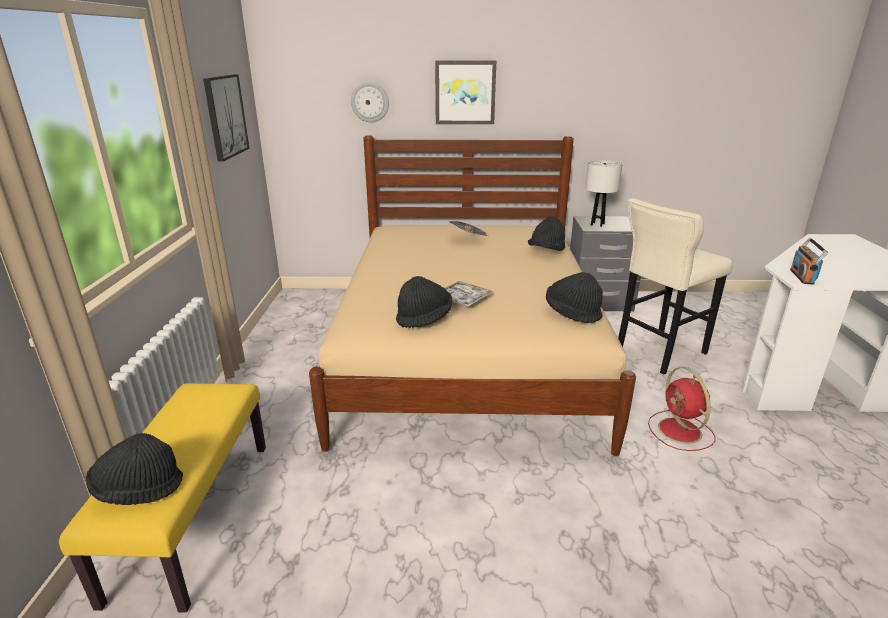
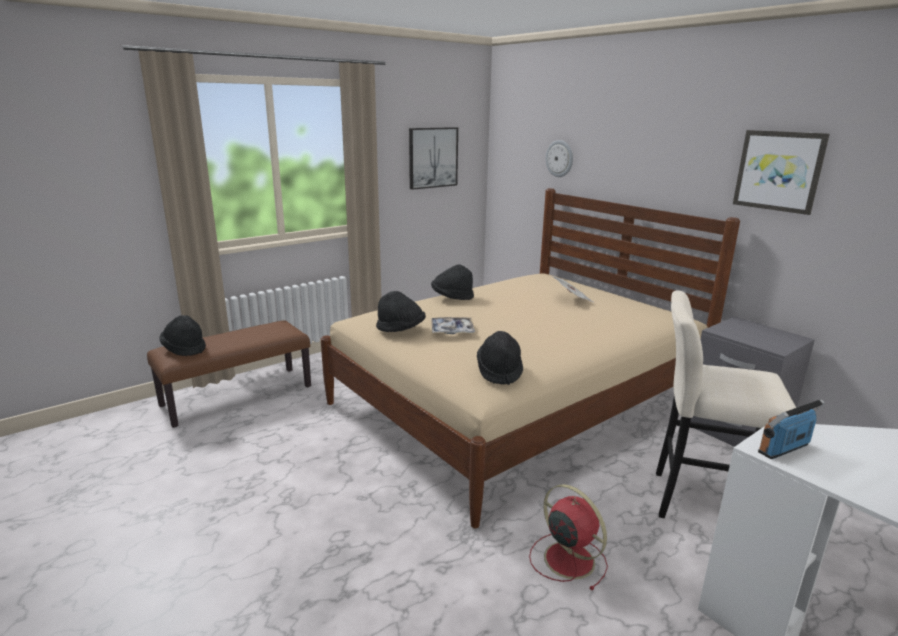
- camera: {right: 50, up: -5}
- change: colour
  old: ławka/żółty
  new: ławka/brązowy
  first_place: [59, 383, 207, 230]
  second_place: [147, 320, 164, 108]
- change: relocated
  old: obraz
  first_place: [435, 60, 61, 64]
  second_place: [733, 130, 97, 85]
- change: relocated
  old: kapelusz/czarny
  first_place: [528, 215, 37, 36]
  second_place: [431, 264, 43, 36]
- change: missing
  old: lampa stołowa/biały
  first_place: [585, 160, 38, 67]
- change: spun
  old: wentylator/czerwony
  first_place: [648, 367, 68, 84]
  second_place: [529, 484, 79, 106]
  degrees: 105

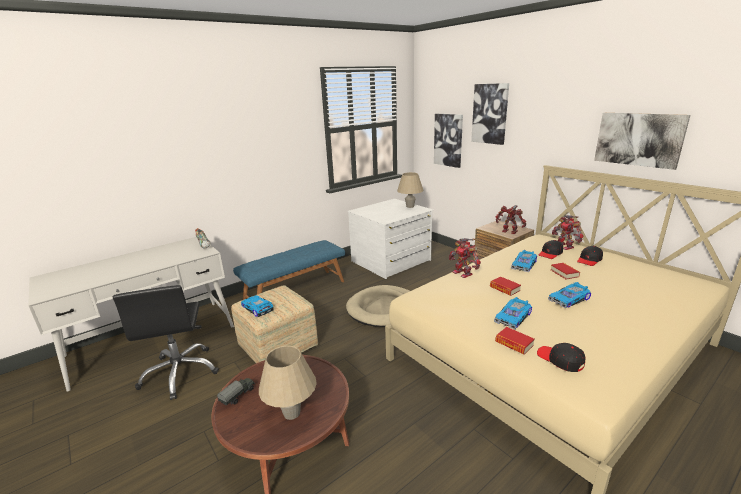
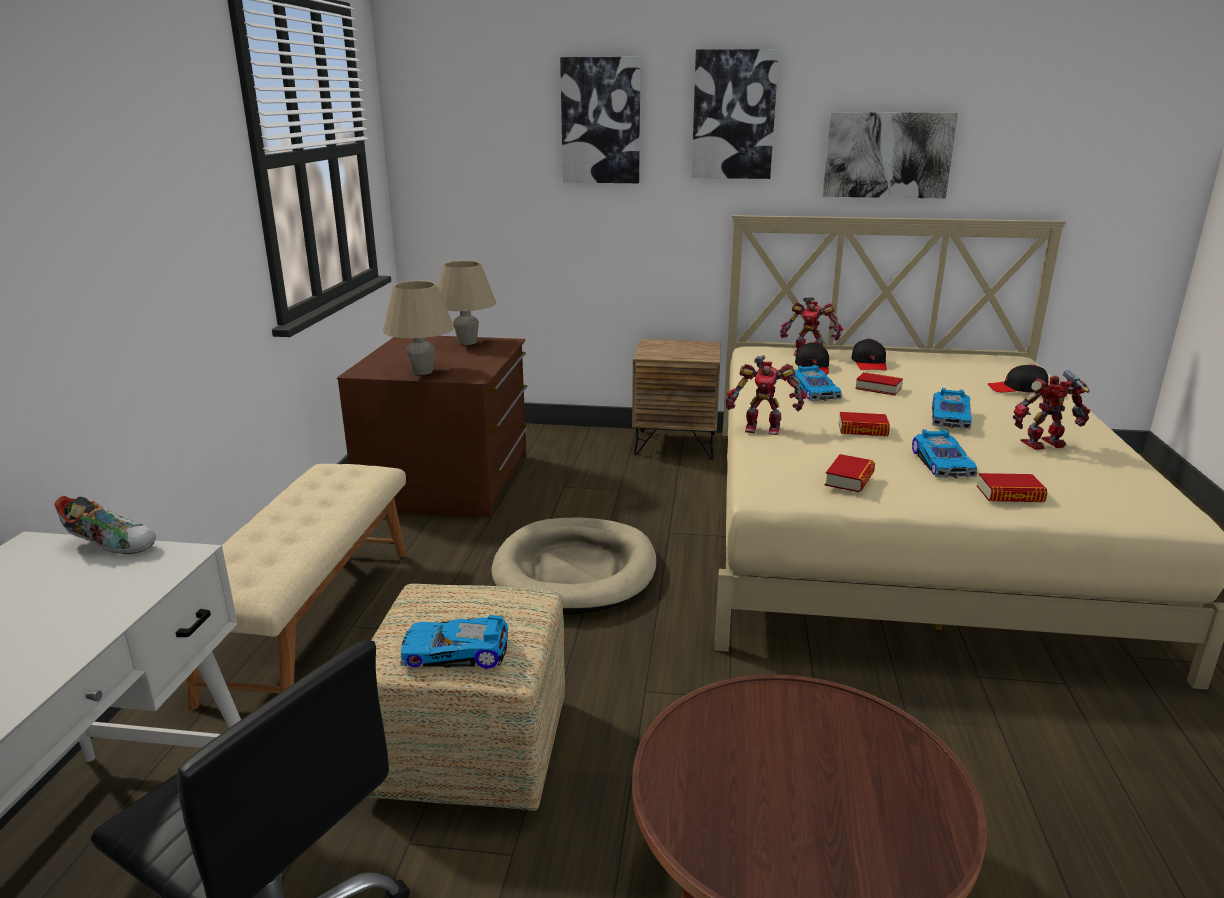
- camera: {right: -45, up: 0}
- change: missing
  old: ciężarówka zabawkowa
  first_place: [217, 378, 38, 27]
- change: colour
  old: ławka/niebieski
  new: ławka/beżowy
  first_place: [233, 240, 112, 60]
  second_place: [186, 464, 220, 246]
- change: relocated
  old: lampa stołowa/beżowy
  first_place: [259, 346, 58, 74]
  second_place: [383, 281, 71, 94]
- change: colour
  old: komoda/biały
  new: komoda/brązowy
  first_place: [348, 199, 86, 80]
  second_place: [337, 336, 192, 182]
- change: relocated
  old: obraz
  first_place: [434, 114, 29, 54]
  second_place: [692, 49, 87, 130]
- change: relocated
  old: robot zabawkowy
  first_place: [495, 205, 31, 29]
  second_place: [1013, 371, 77, 79]
- change: relocated
  old: czapka z daszkiem/czarny
  first_place: [537, 343, 48, 29]
  second_place: [988, 365, 61, 28]
- change: appeared
  new: książka
  second_place: [825, 454, 50, 38]

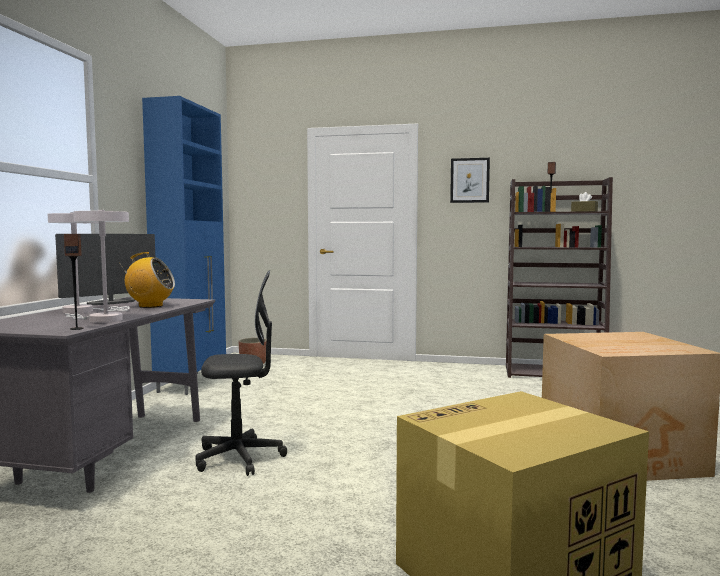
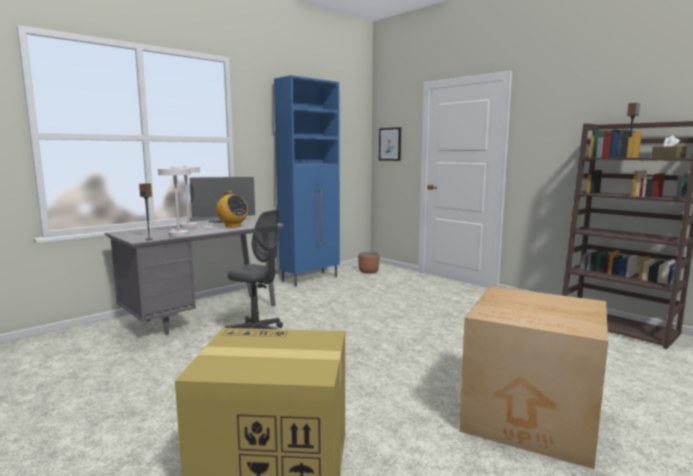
- camera: {right: 35, up: 5}
- change: relocated
  old: obraz
  first_place: [450, 158, 40, 45]
  second_place: [379, 127, 22, 34]

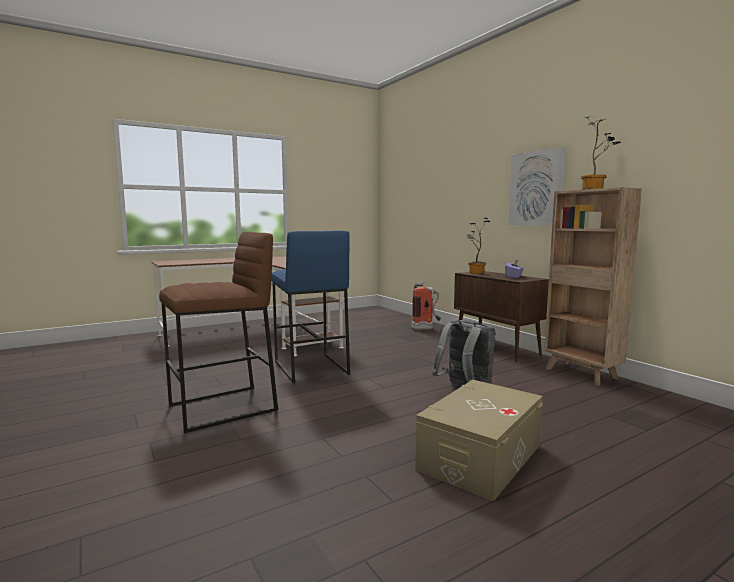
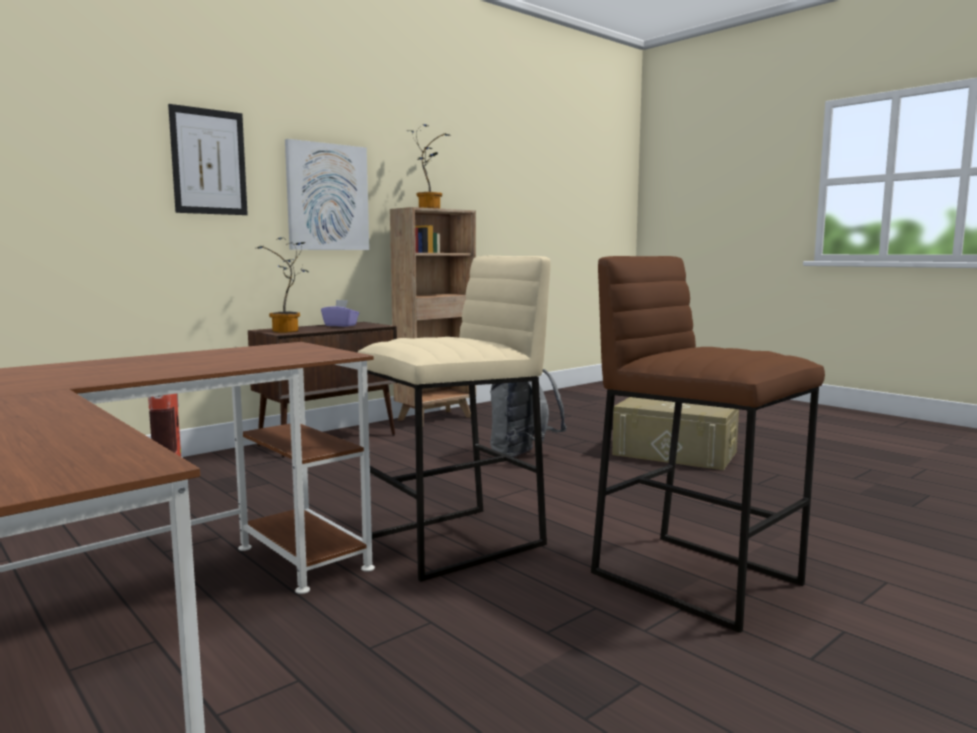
- camera: {right: -100, up: 0}
- change: colour
  old: stołek/niebieski
  new: stołek/beżowy
  first_place: [271, 231, 79, 152]
  second_place: [358, 256, 193, 326]
- change: appeared
  new: obraz
  second_place: [168, 104, 80, 111]

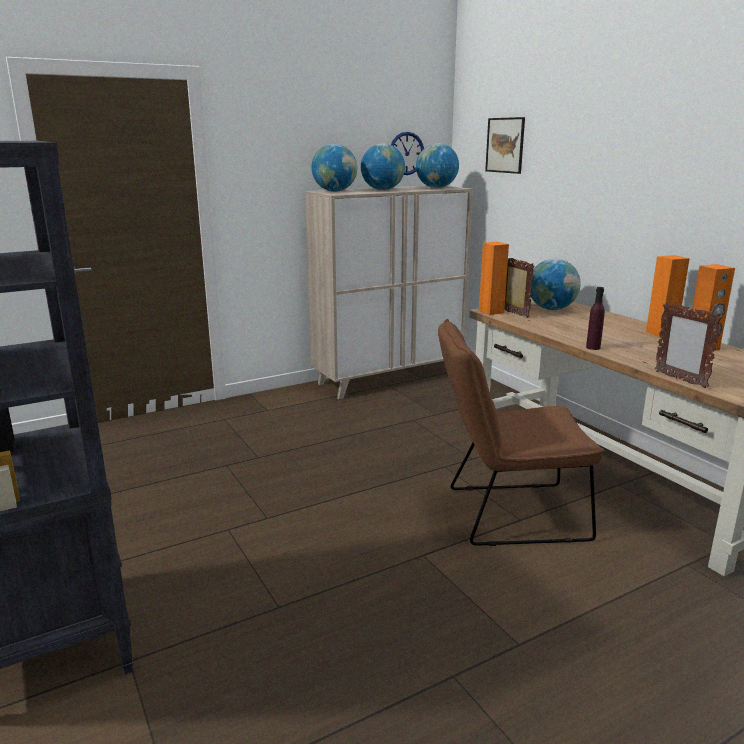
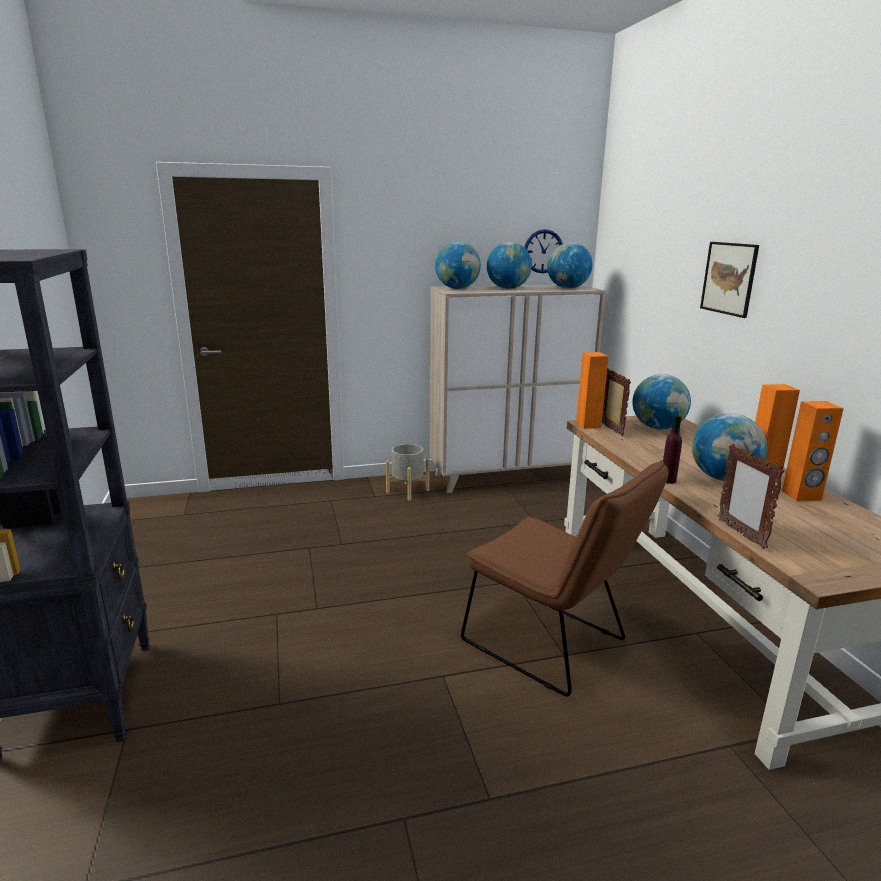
- camera: {right: 15, up: 0}
- change: spun
  old: krzesło/brązowy
  first_place: [438, 319, 166, 227]
  second_place: [461, 460, 208, 236]
  degrees: -150
- change: relocated
  old: obraz
  first_place: [485, 117, 40, 57]
  second_place: [700, 242, 59, 76]
- change: appeared
  new: donica/szary
  second_place: [386, 444, 43, 57]
- change: appeared
  new: globus
  second_place: [692, 413, 75, 68]

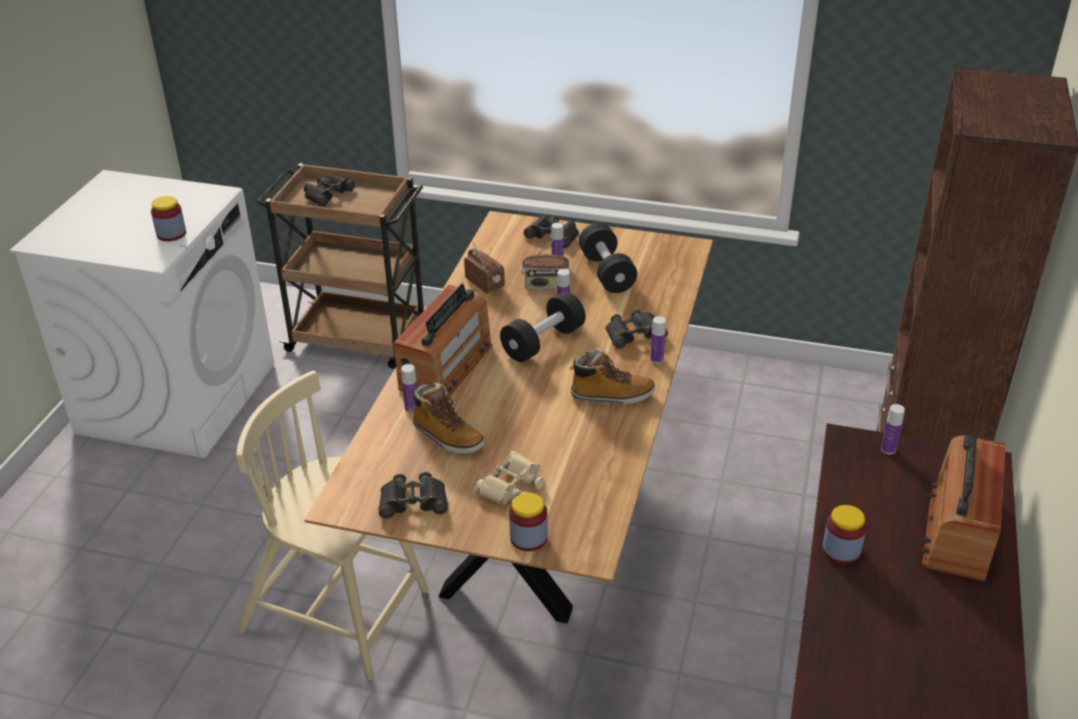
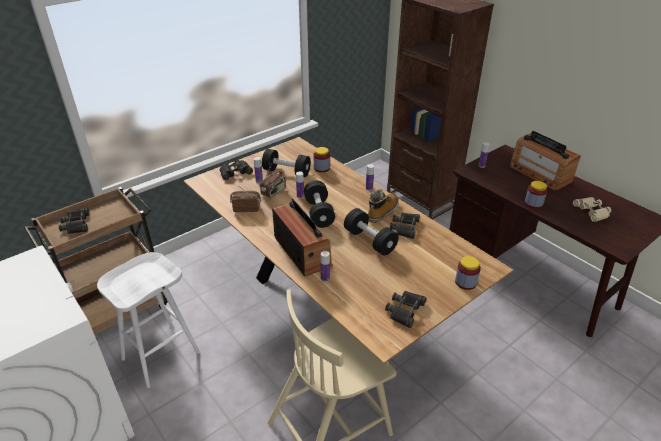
- camera: {right: -55, up: 0}
- change: relocated
  old: słoik
  first_place: [151, 196, 35, 45]
  second_place: [314, 147, 16, 26]
- change: missing
  old: but z cholewką
  first_place: [412, 383, 73, 71]
- change: relocated
  old: lornetka/beżowy
  first_place: [474, 451, 70, 54]
  second_place: [573, 197, 38, 25]
- change: relocated
  old: lornetka/czarny
  first_place: [605, 310, 63, 39]
  second_place: [390, 212, 30, 27]
- change: appeared
  new: stołek/biały
  second_place: [97, 252, 103, 136]
- change: appeared
  new: hantel/czarny
  second_place: [344, 208, 55, 47]

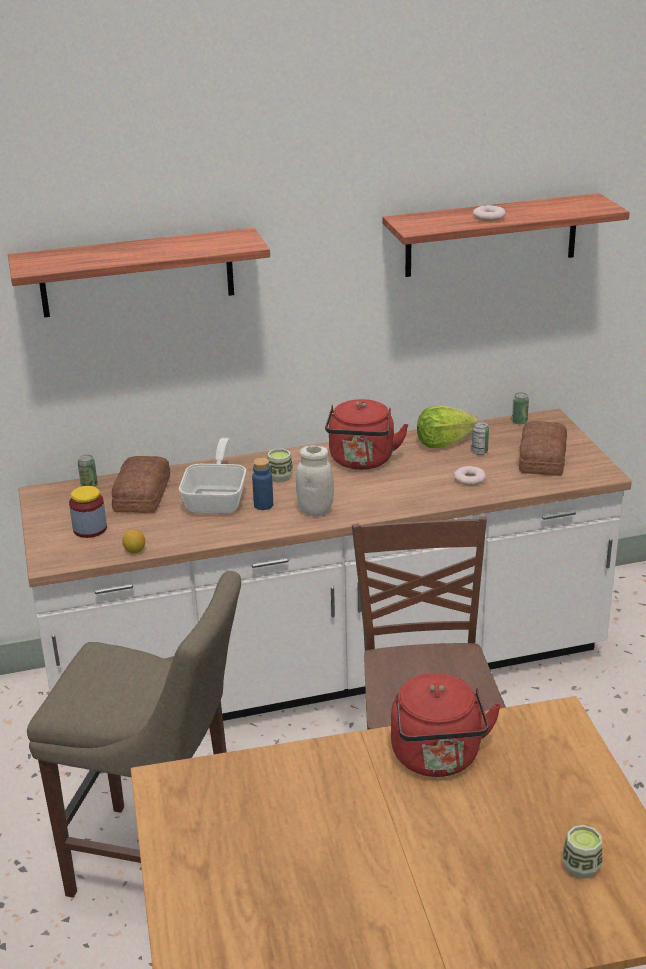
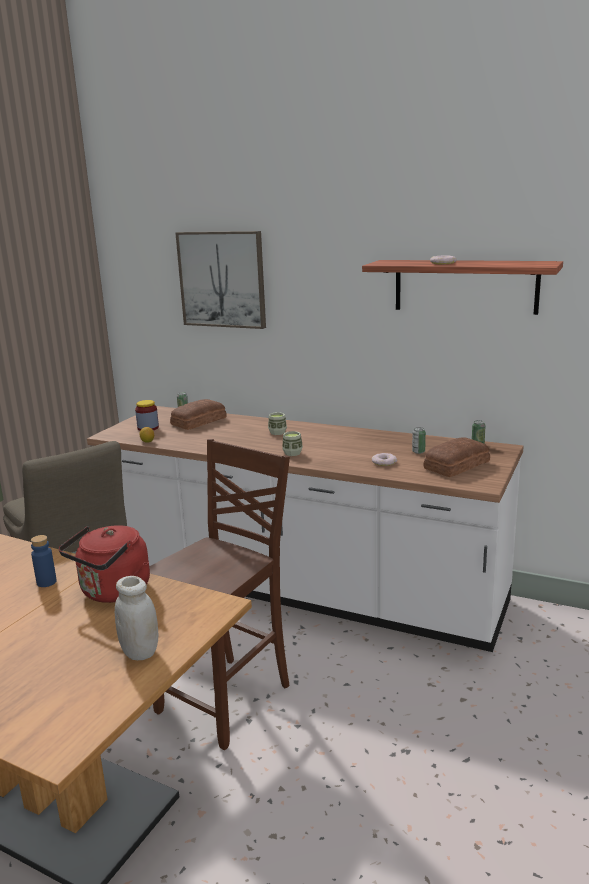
- camera: {right: 40, up: -10}
- change: exchanged
  old: półka
  new: obraz
  first_place: [8, 228, 262, 90]
  second_place: [175, 231, 91, 98]
- change: missing
  old: patelnia
  first_place: [179, 438, 67, 76]
- change: relocated
  old: butelka/niebieski
  first_place: [252, 458, 21, 52]
  second_place: [31, 535, 26, 52]
- change: relocated
  old: słoik/biały
  first_place: [296, 445, 38, 71]
  second_place: [115, 576, 43, 84]
- change: missing
  old: czajnik/czerwony
  first_place: [325, 399, 84, 71]
- change: missing
  old: sałata
  first_place: [417, 406, 61, 42]
- change: relocated
  old: filiżanka
  first_place: [562, 825, 40, 54]
  second_place: [282, 431, 21, 25]

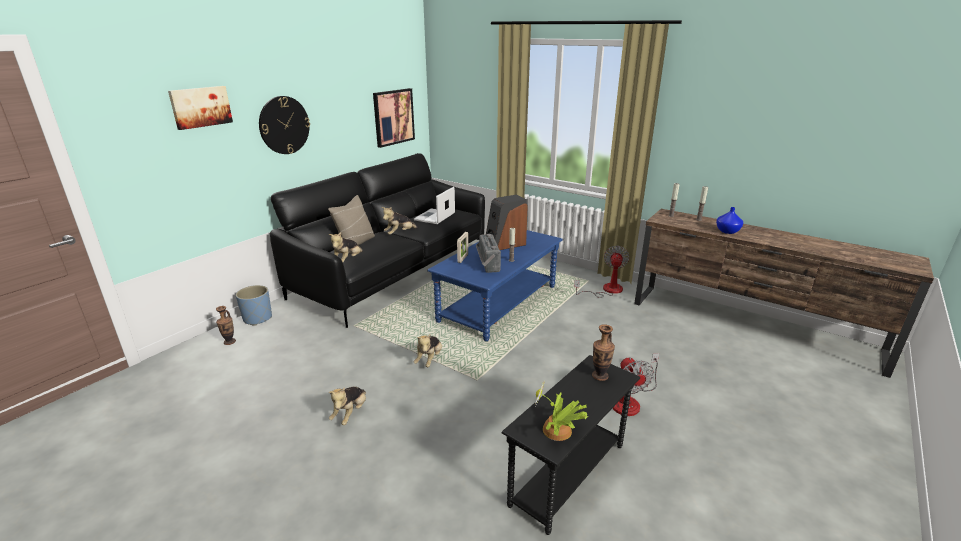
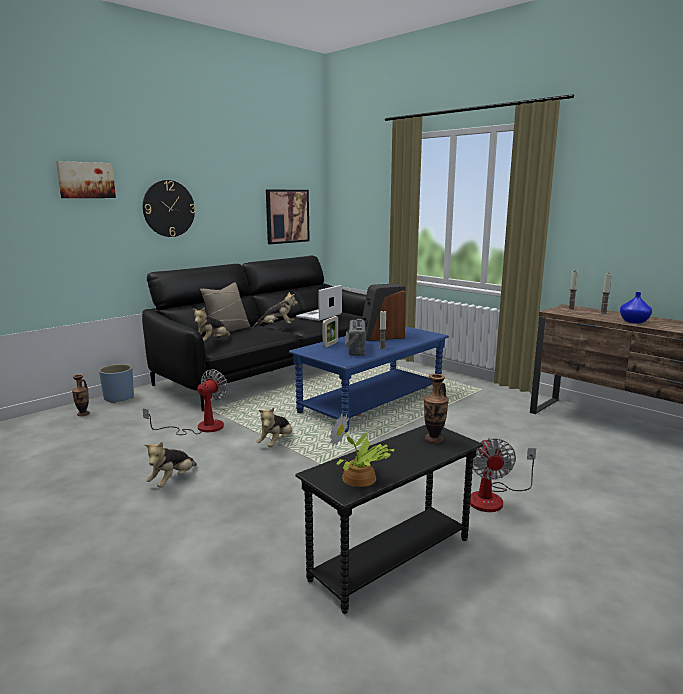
- camera: {right: 10, up: -10}
- change: spun
  old: pluszak
  first_place: [382, 207, 36, 28]
  second_place: [253, 292, 45, 35]
  degrees: -150
- change: relocated
  old: wentylator
  first_place: [574, 246, 56, 52]
  second_place: [143, 369, 85, 66]

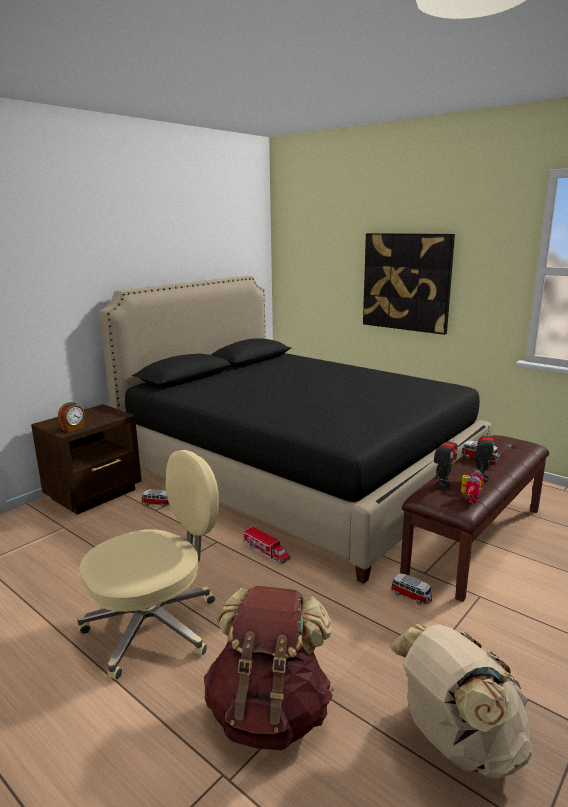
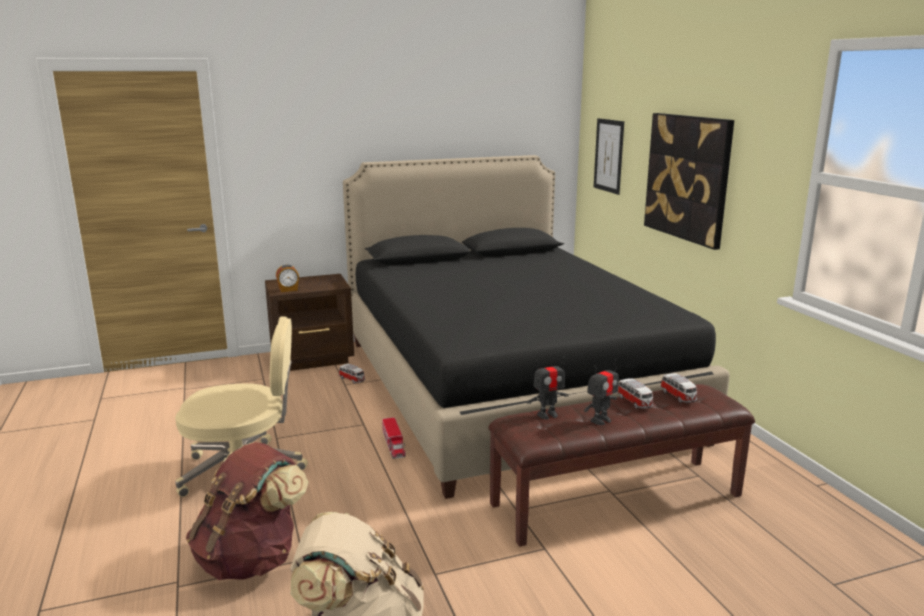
- camera: {right: 30, up: 0}
- change: relocated
  old: samochodzik
  first_place: [391, 573, 41, 32]
  second_place: [660, 373, 37, 30]
- change: missing
  old: robot zabawkowy
  first_place: [461, 470, 23, 33]
- change: appeared
  new: obraz
  second_place: [594, 118, 30, 77]

